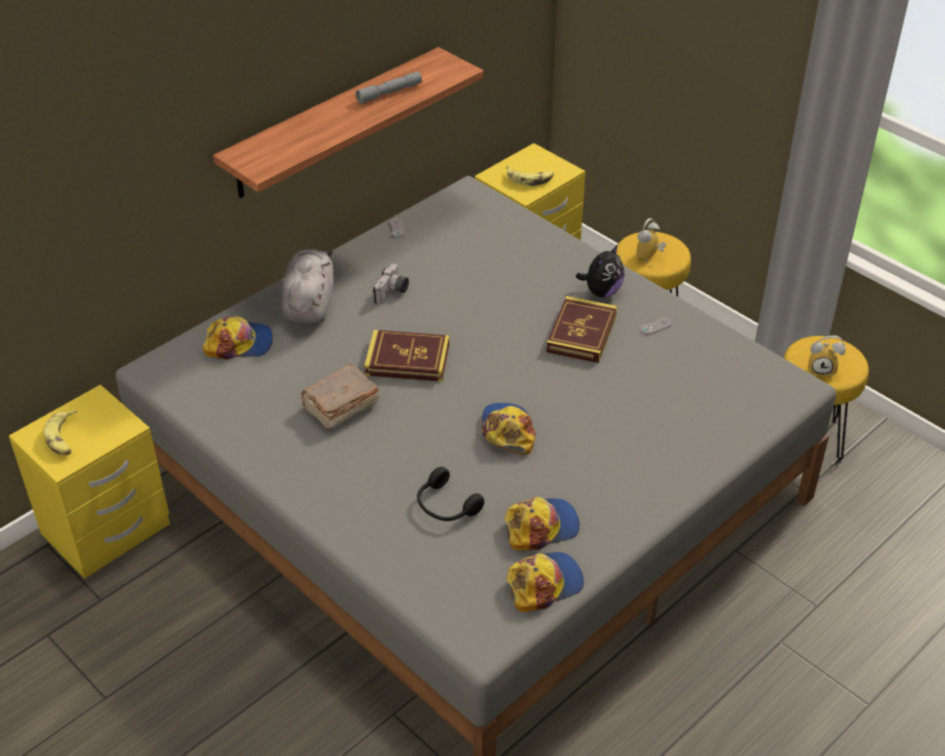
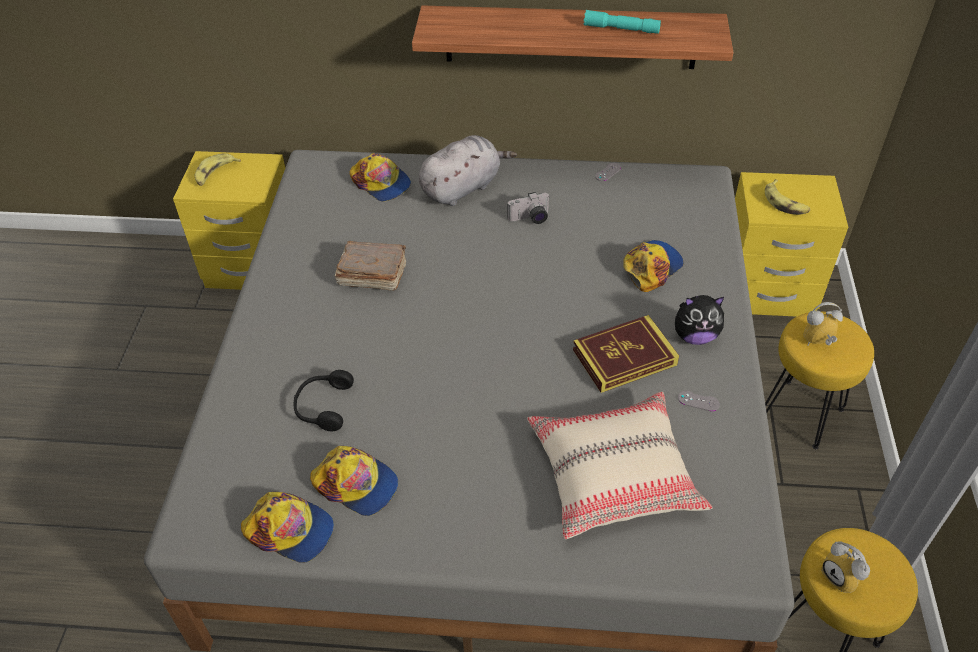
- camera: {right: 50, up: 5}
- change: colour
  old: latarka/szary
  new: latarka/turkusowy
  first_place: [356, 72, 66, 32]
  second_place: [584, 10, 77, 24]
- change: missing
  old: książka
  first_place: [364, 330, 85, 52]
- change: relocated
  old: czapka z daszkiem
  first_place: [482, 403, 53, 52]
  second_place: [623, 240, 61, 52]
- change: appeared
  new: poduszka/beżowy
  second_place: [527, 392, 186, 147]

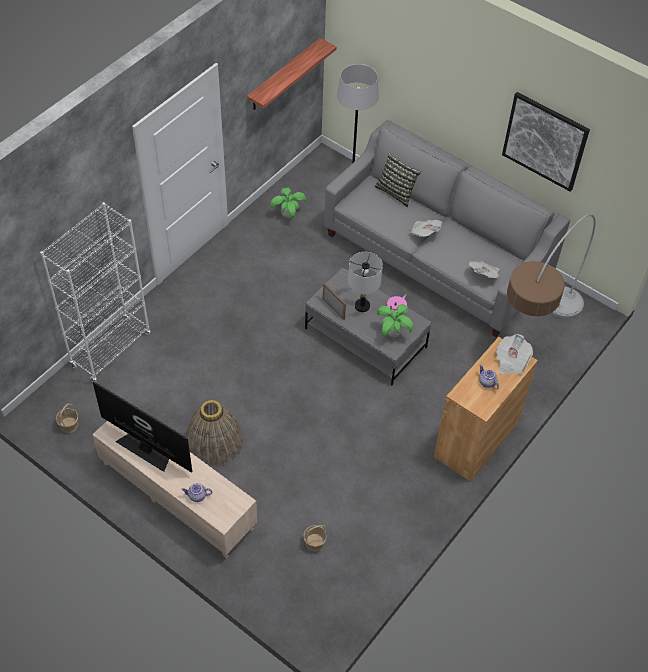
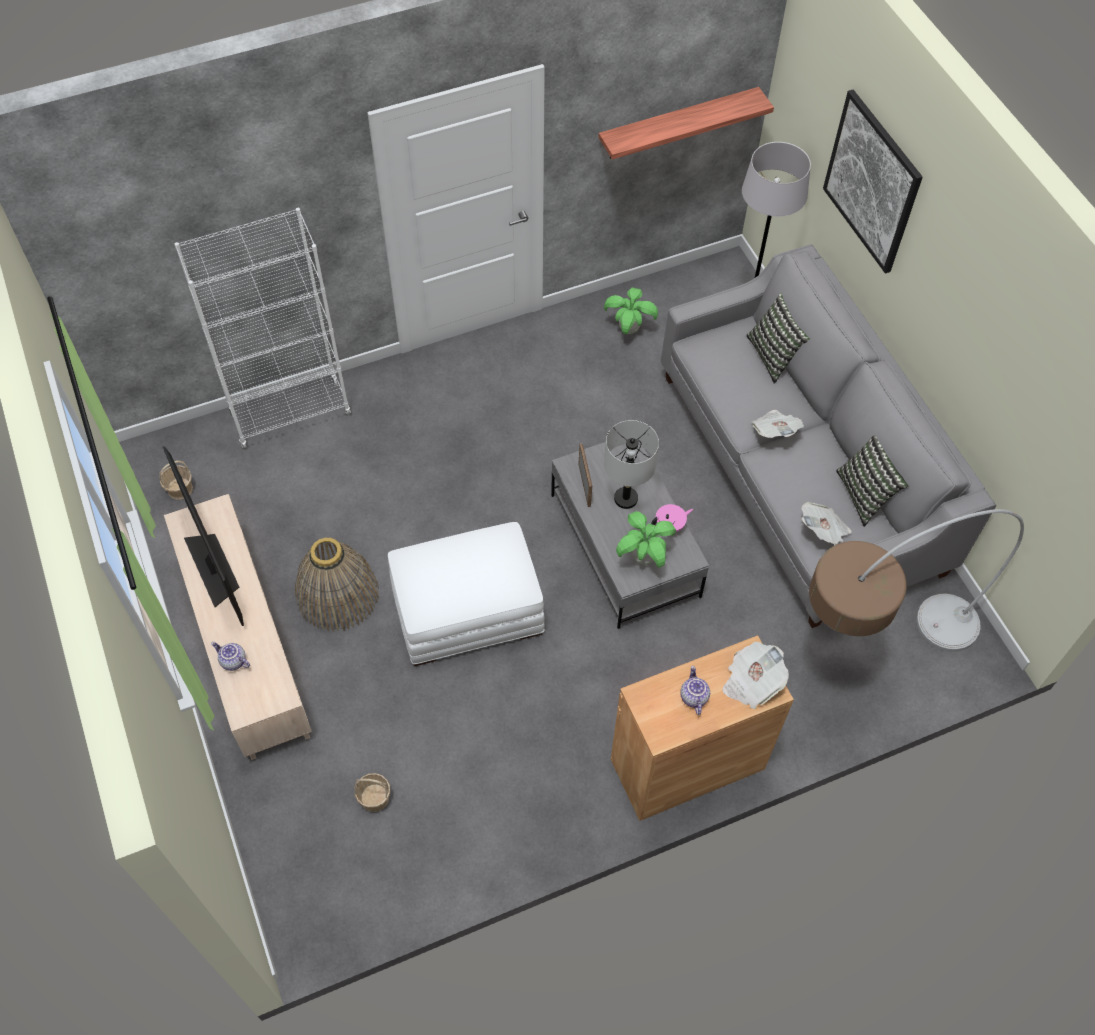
- camera: {right: 30, up: 5}
- change: relocated
  old: obraz
  first_place: [502, 92, 88, 100]
  second_place: [823, 90, 100, 184]
- change: appeared
  new: pufa/biały
  second_place: [388, 522, 157, 144]
- change: appeared
  new: poduszka
  second_place: [836, 435, 72, 92]

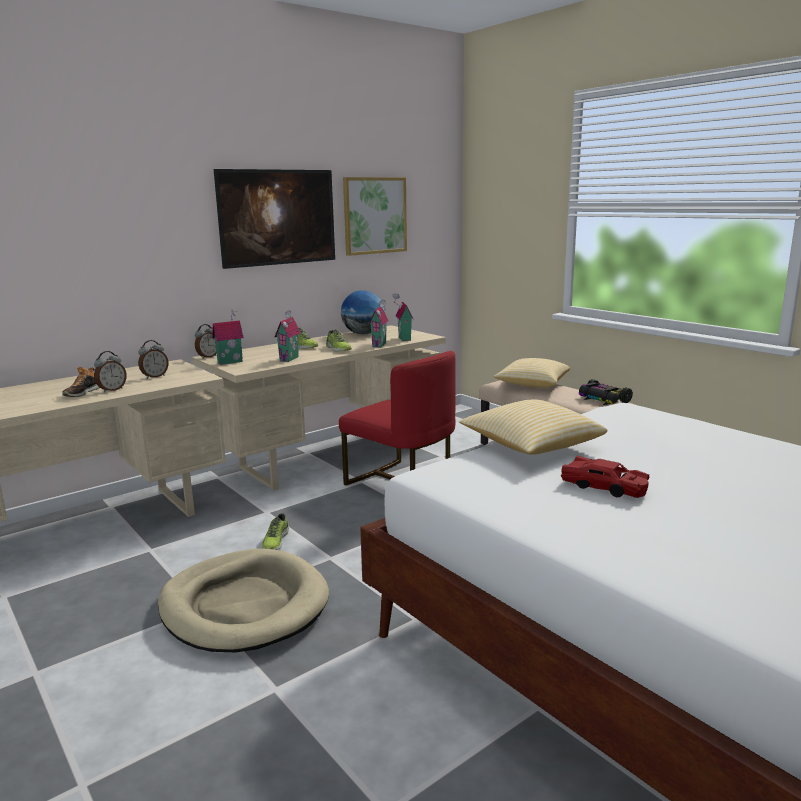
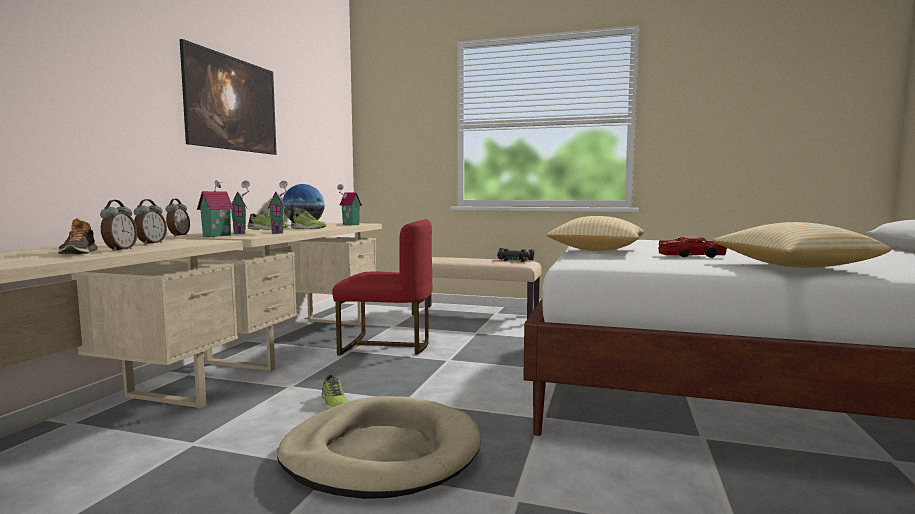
- camera: {right: -35, up: -10}
- change: missing
  old: obraz
  first_place: [343, 177, 64, 79]
- change: relocated
  old: domek
  first_place: [369, 300, 20, 48]
  second_place: [231, 181, 19, 53]
- change: relocated
  old: poduszka
  first_place: [493, 358, 77, 30]
  second_place: [713, 222, 178, 46]

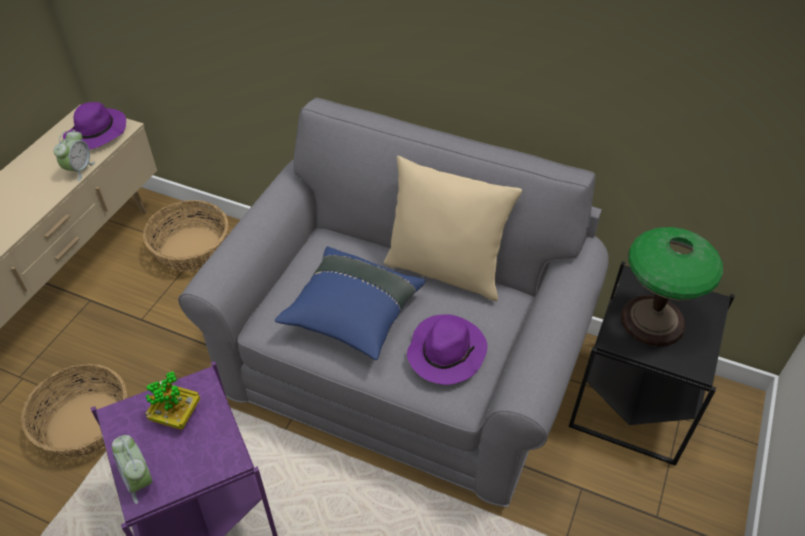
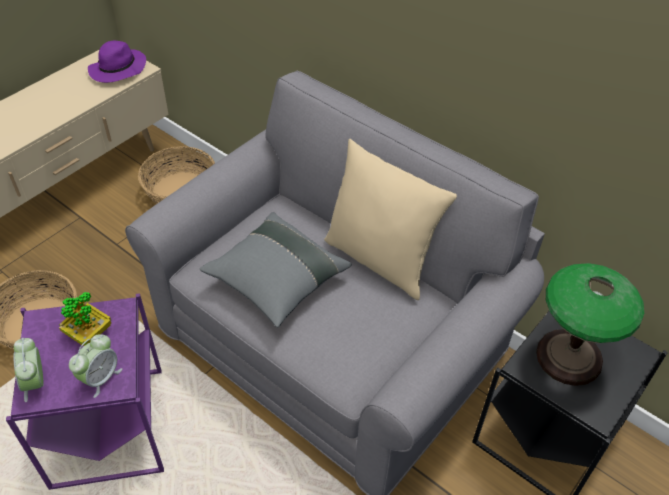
- camera: {right: 15, up: 0}
- change: relocated
  old: budzik
  first_place: [53, 130, 42, 51]
  second_place: [69, 334, 53, 64]
- change: colour
  old: poduszka/niebieski
  new: poduszka/szary
  first_place: [275, 246, 150, 114]
  second_place: [200, 212, 152, 116]
- change: missing
  old: kapelusz/fioletowy
  first_place: [407, 314, 80, 71]

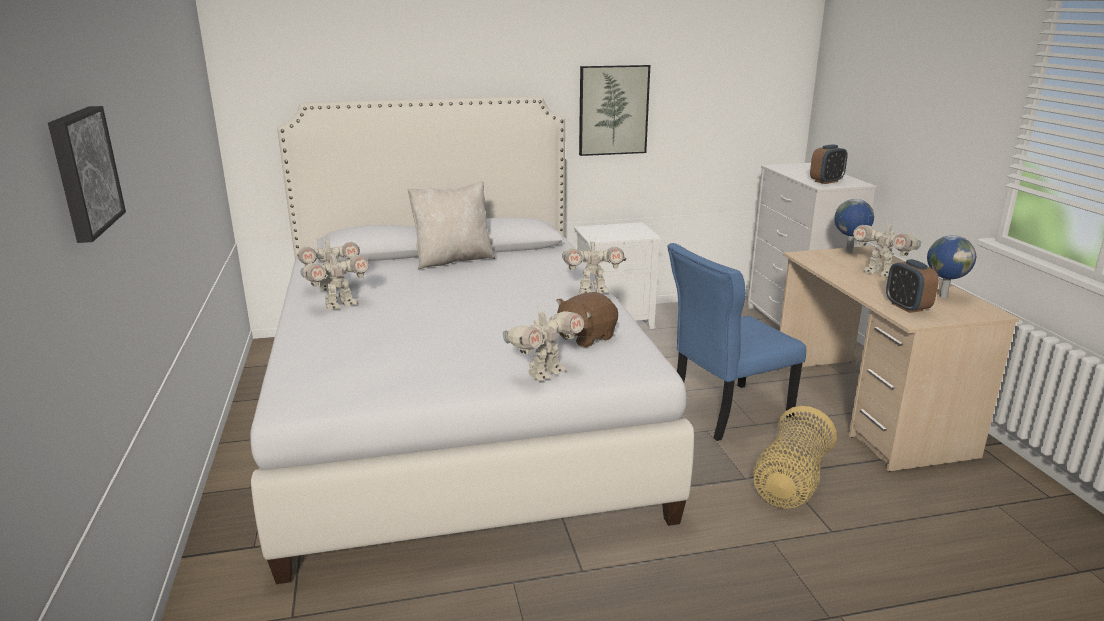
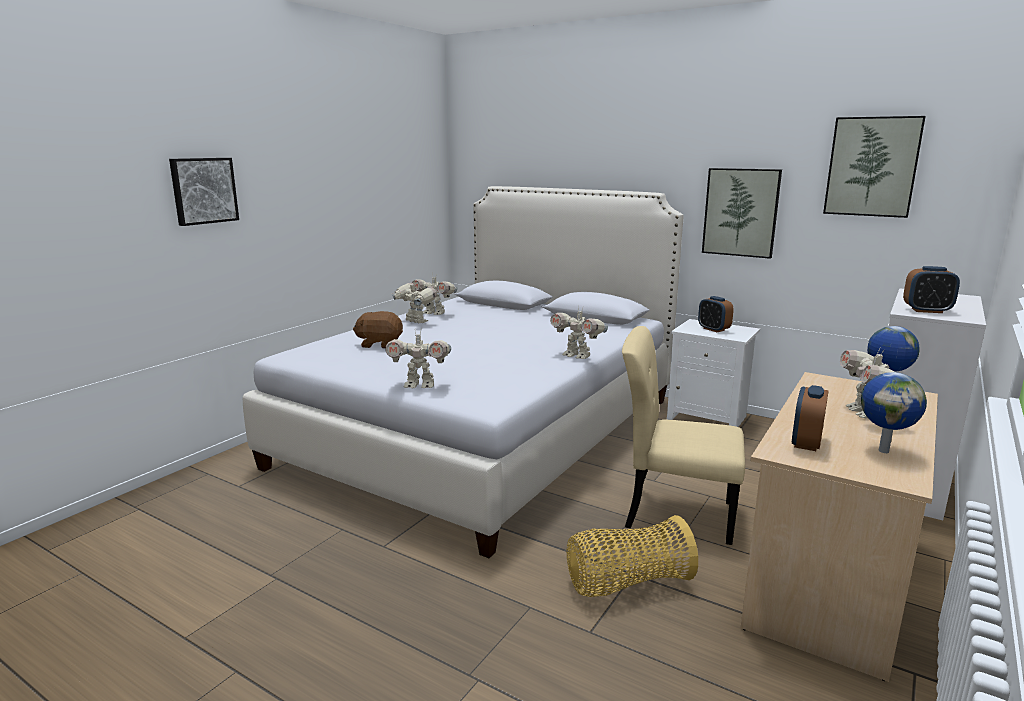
- camera: {right: 45, up: -5}
- change: spun
  old: robot zabawkowy
  first_place: [300, 247, 69, 63]
  second_place: [392, 283, 45, 40]
  degrees: -150
- change: missing
  old: poduszka/beżowy
  first_place: [408, 182, 87, 88]
- change: relocated
  old: pluszak/brązowy
  first_place: [556, 292, 62, 56]
  second_place: [353, 311, 50, 38]
- change: colour
  old: krzesło/niebieski
  new: krzesło/beżowy
  first_place: [667, 243, 139, 198]
  second_place: [622, 326, 123, 219]
- change: appeared
  new: budzik
  second_place: [698, 296, 36, 36]
- change: appeared
  new: obraz
  second_place: [823, 116, 103, 102]

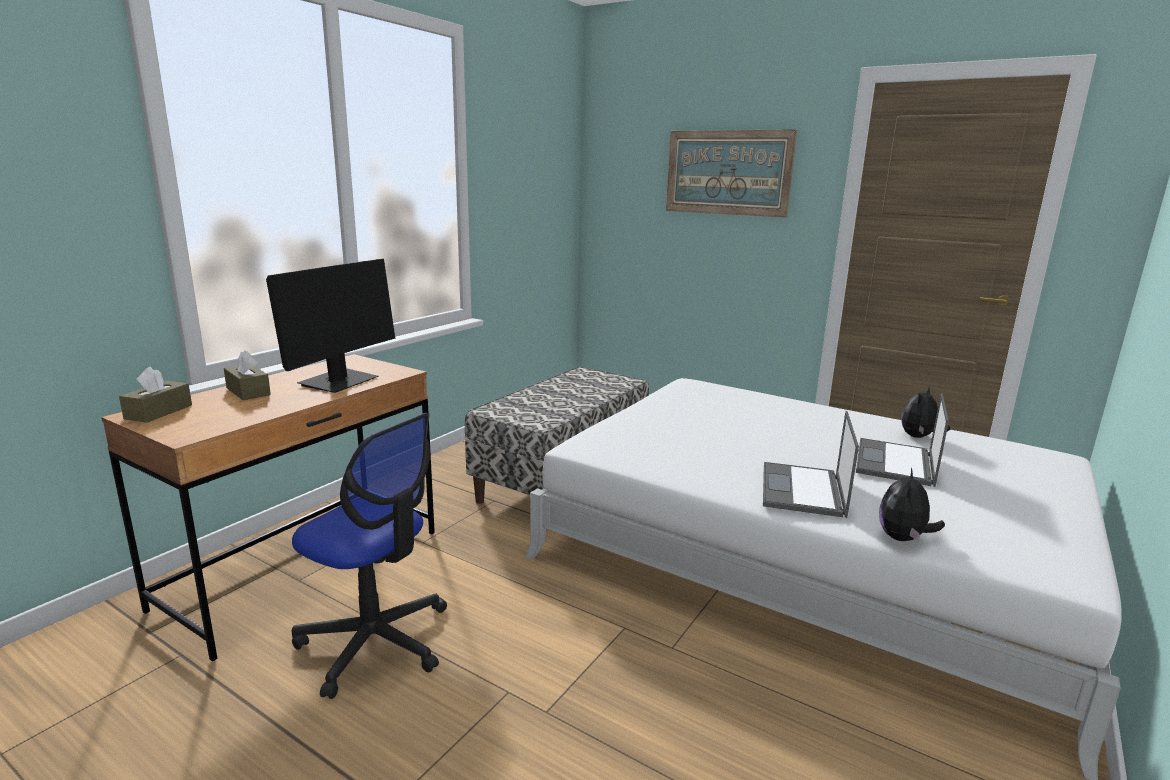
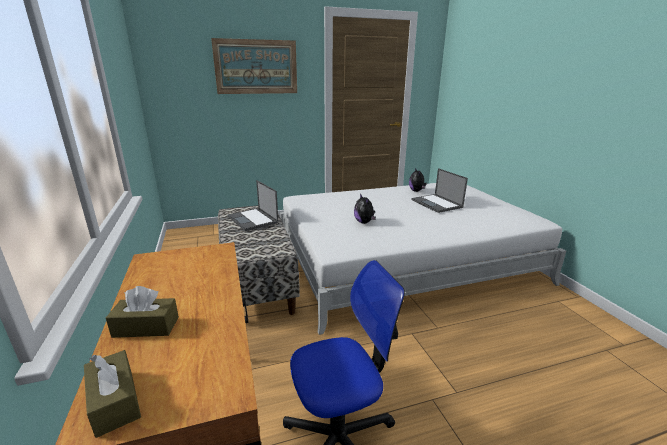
- camera: {right: -50, up: 5}
- change: missing
  old: monitor
  first_place: [266, 259, 129, 134]
- change: relocated
  old: laptop
  first_place: [763, 411, 96, 107]
  second_place: [228, 180, 51, 51]
- change: relocated
  old: pluszak
  first_place: [879, 468, 66, 74]
  second_place: [354, 194, 22, 30]

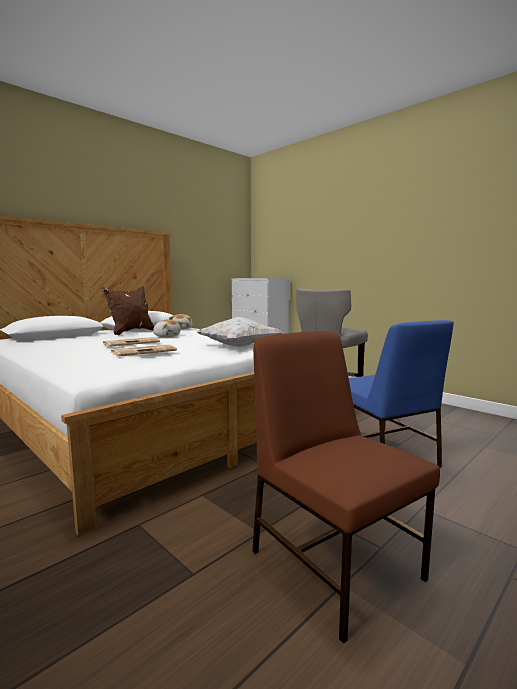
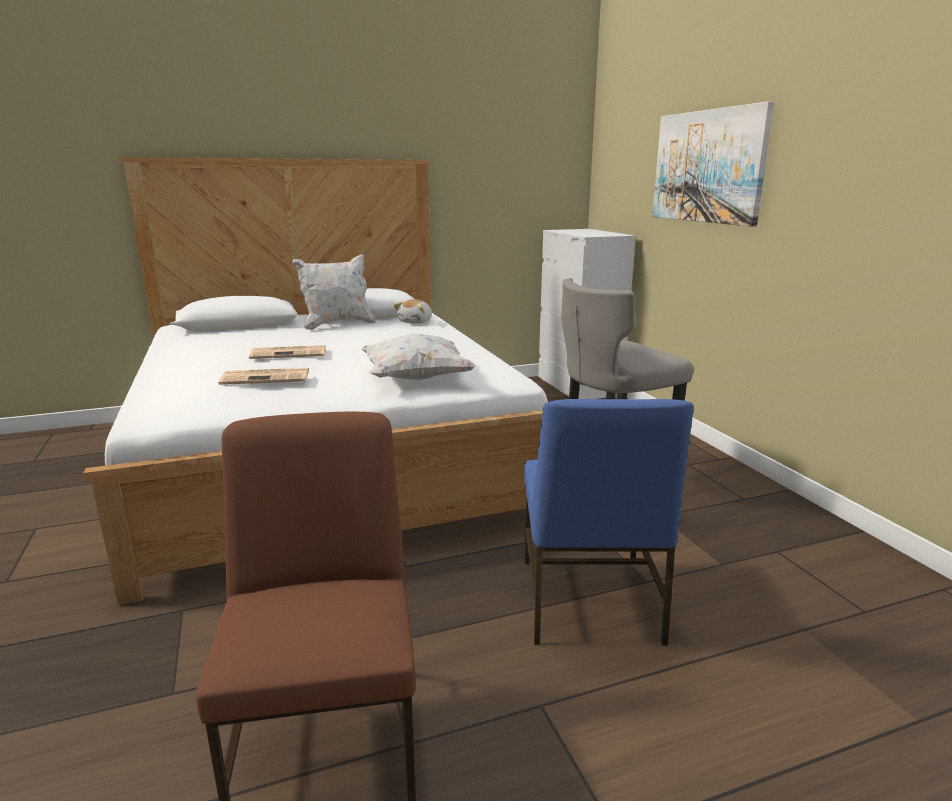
- camera: {right: 25, up: 10}
- change: colour
  old: poduszka/brązowy
  new: poduszka/biały
  first_place: [102, 286, 53, 49]
  second_place: [292, 254, 84, 76]
- change: missing
  old: pluszak
  first_place: [153, 319, 30, 18]
- change: appeared
  new: obraz
  second_place: [652, 101, 122, 126]

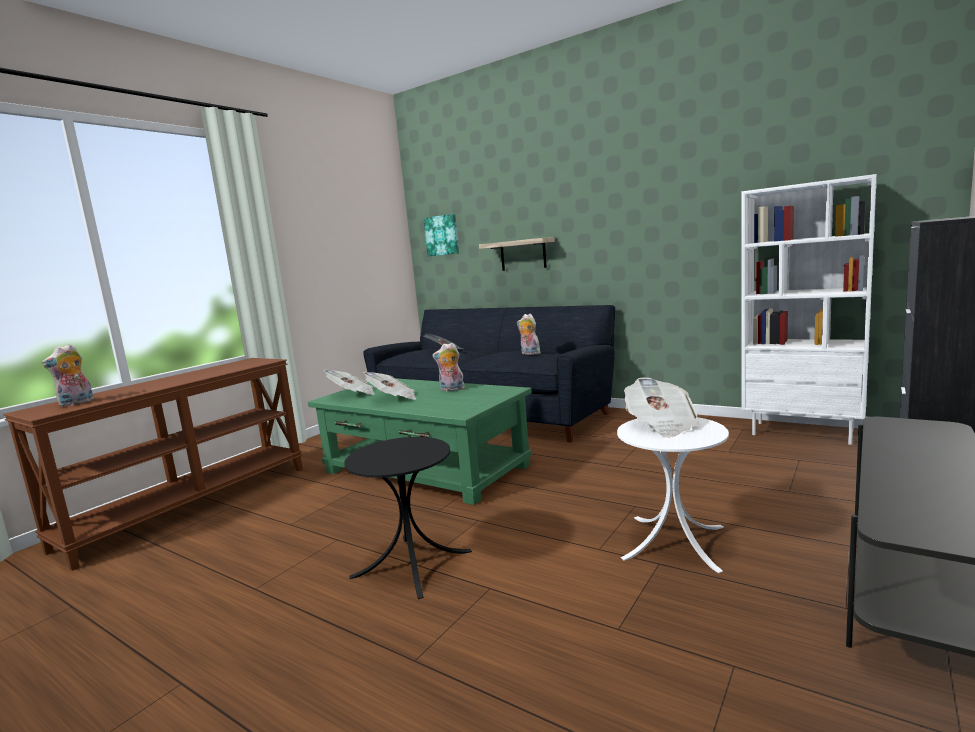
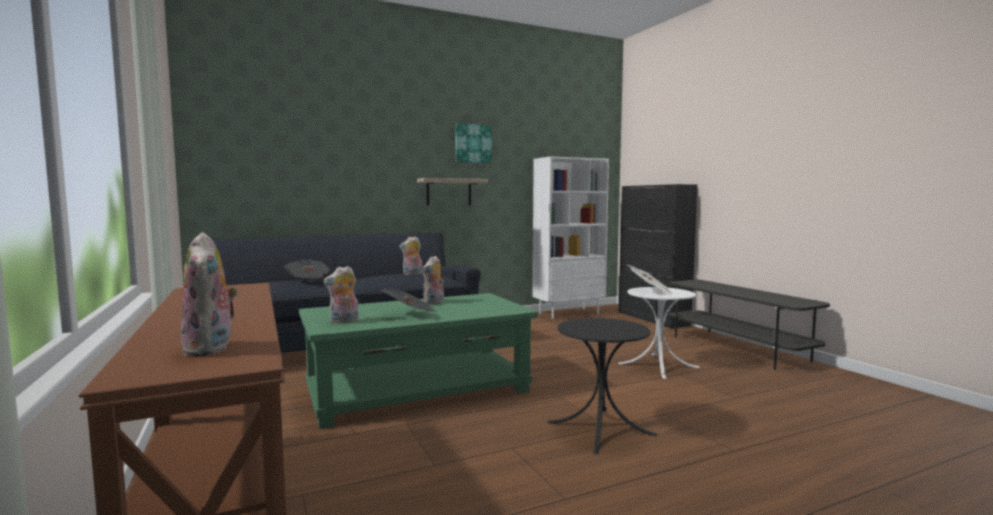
- camera: {right: -60, up: -5}
- change: exchanged
  old: gazeta
  new: pluszak
  first_place: [323, 370, 52, 25]
  second_place: [323, 266, 36, 58]
- change: relocated
  old: obraz
  first_place: [423, 214, 36, 42]
  second_place: [455, 123, 37, 40]
- change: relocated
  old: półka
  first_place: [479, 237, 76, 34]
  second_place: [417, 178, 71, 27]

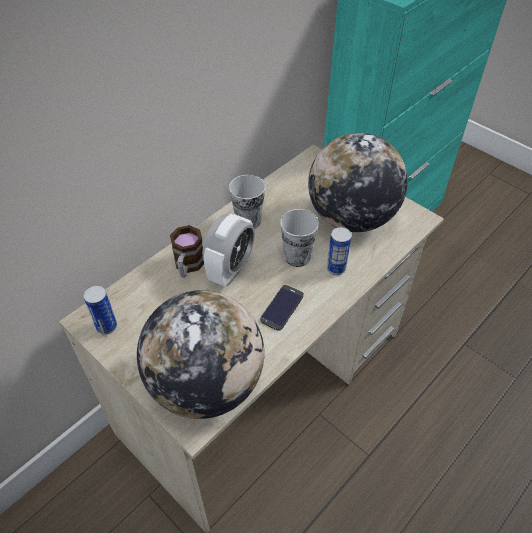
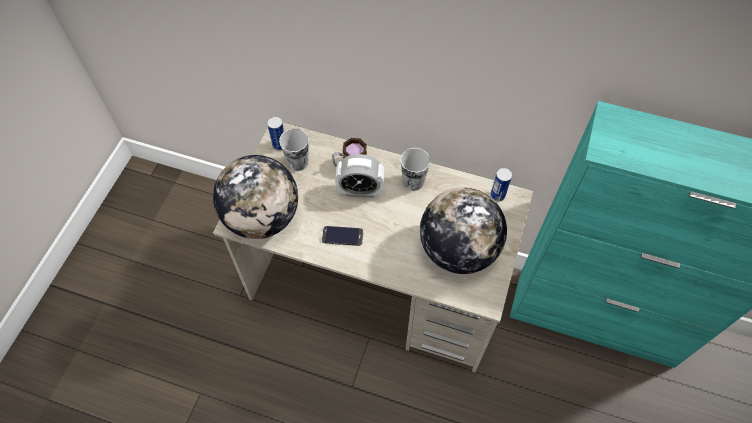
- camera: {right: 65, up: 10}
- change: relocated
  old: filiżanka
  first_place: [280, 209, 39, 58]
  second_place: [279, 128, 30, 43]
- change: relocated
  old: puszka
  first_place: [327, 227, 25, 48]
  second_place: [490, 168, 22, 34]

